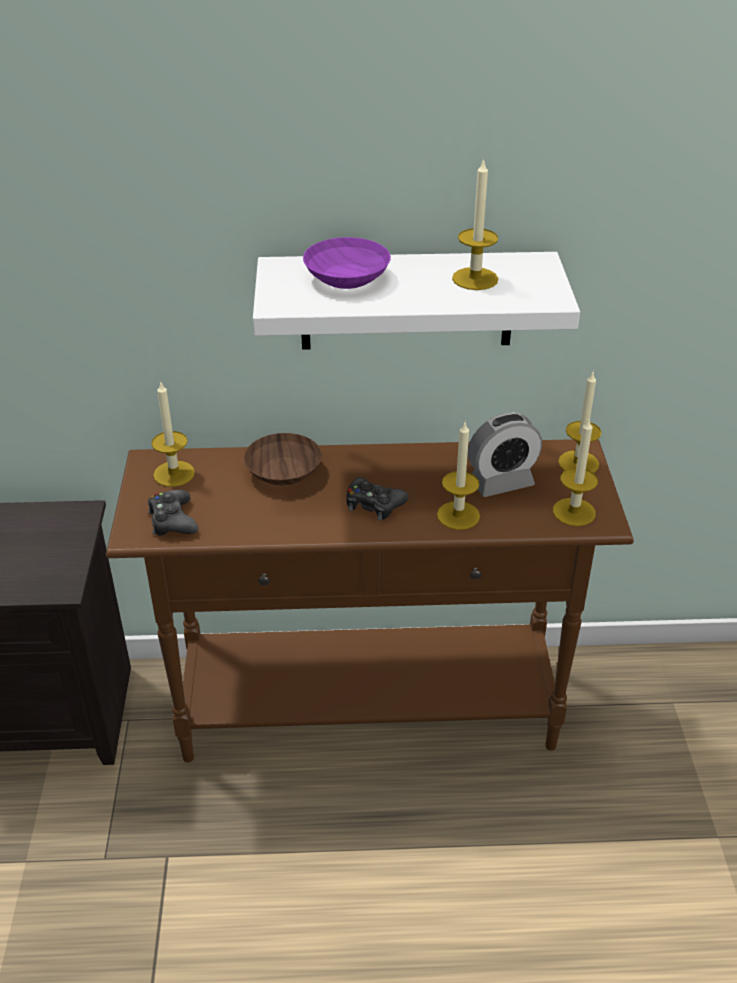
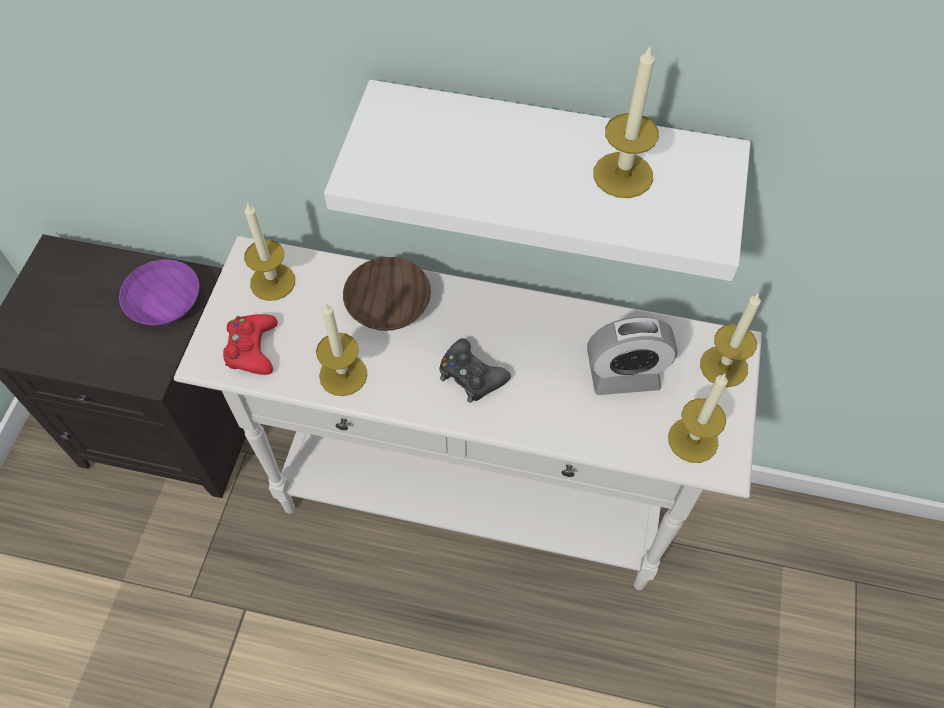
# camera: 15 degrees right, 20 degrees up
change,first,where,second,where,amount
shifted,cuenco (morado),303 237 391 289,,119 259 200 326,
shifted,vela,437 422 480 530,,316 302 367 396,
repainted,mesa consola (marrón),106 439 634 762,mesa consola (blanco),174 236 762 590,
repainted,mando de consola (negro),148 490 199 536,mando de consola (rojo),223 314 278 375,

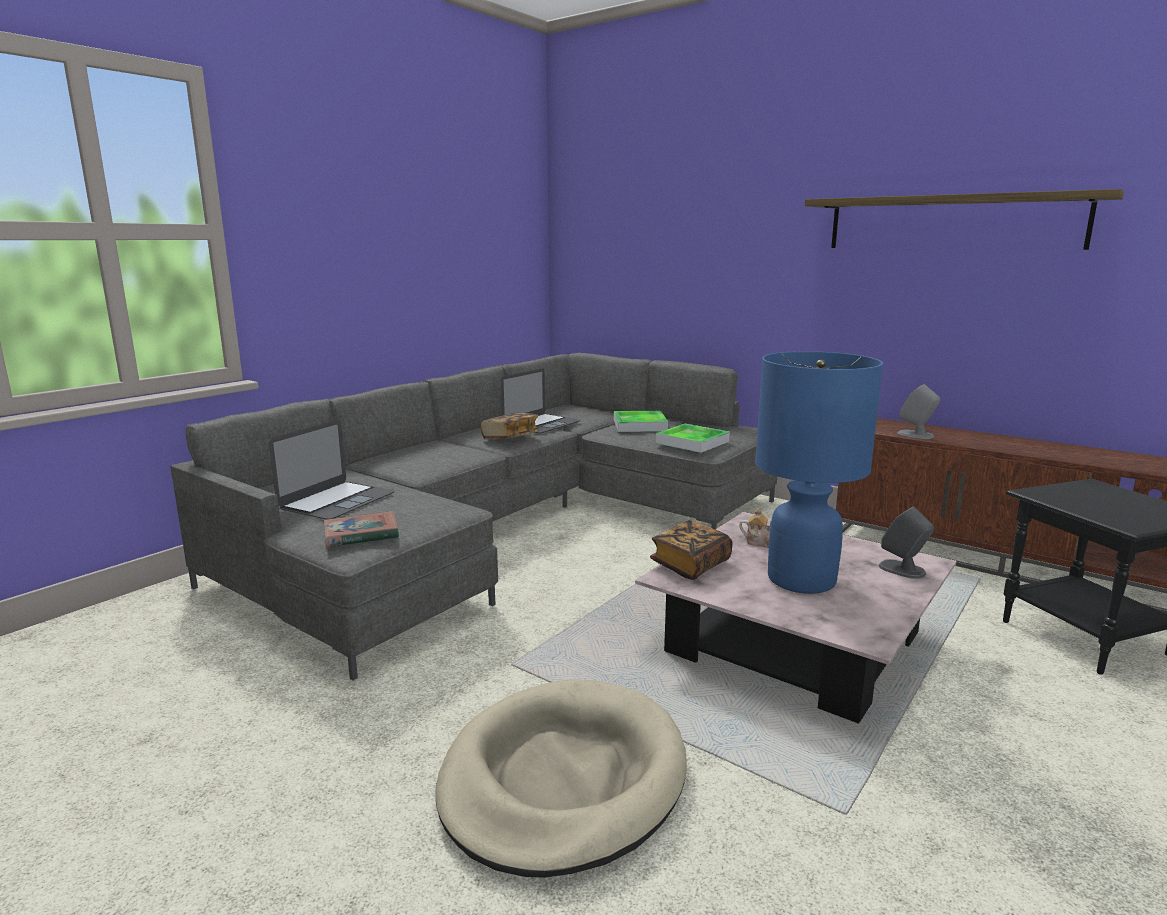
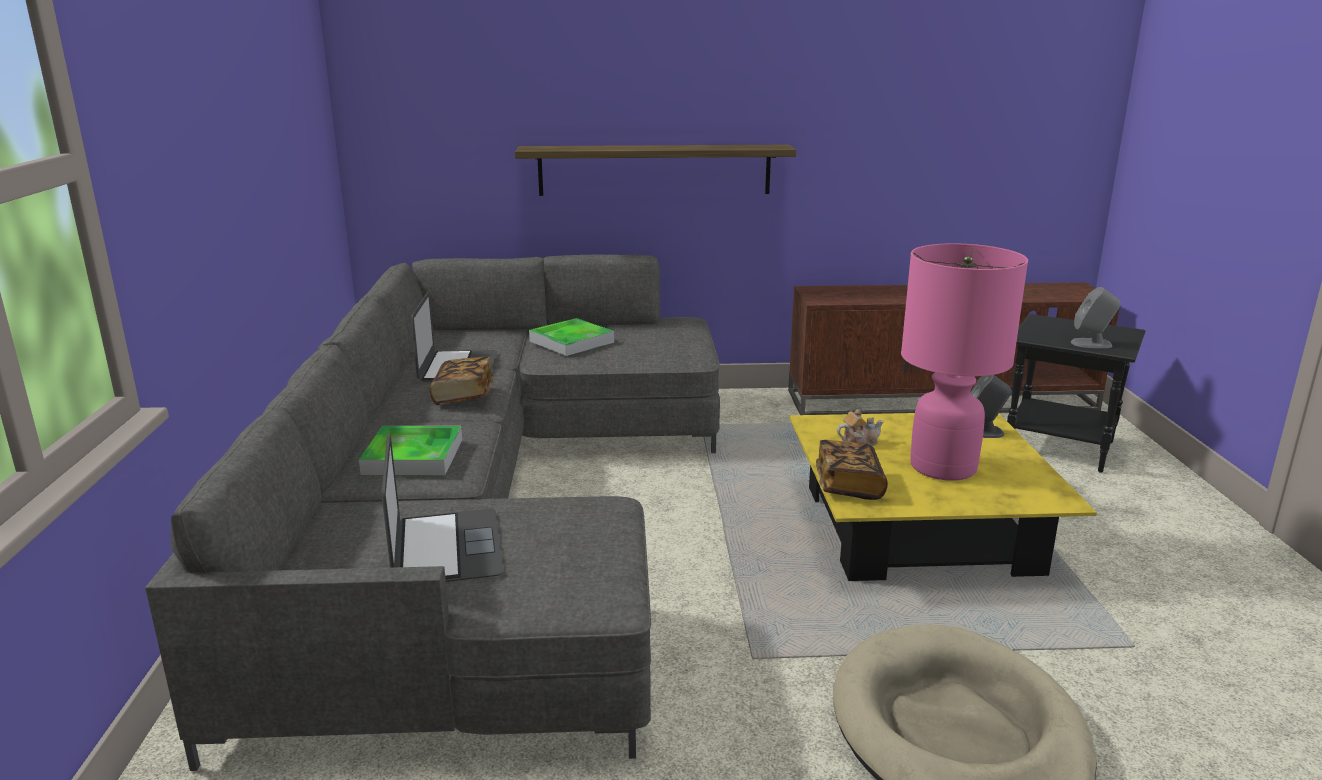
# camera: 40 degrees left, 5 degrees up
change,first,where,second,where,amount
shifted,estante,805 189 1124 250,,515 145 796 196,
repainted,lámpara de mesa (azul),755 351 883 594,lámpara de mesa (rosa),901 243 1028 481,
shifted,altavoz (gris),897 384 940 439,,1071 287 1121 348,
shifted,bandeja,656 424 730 453,,359 426 462 475,
gone,libro,324 511 399 547,,,
repainted,mesa de centro (rosa),635 512 957 724,mesa de centro (amarillo),790 413 1097 581,

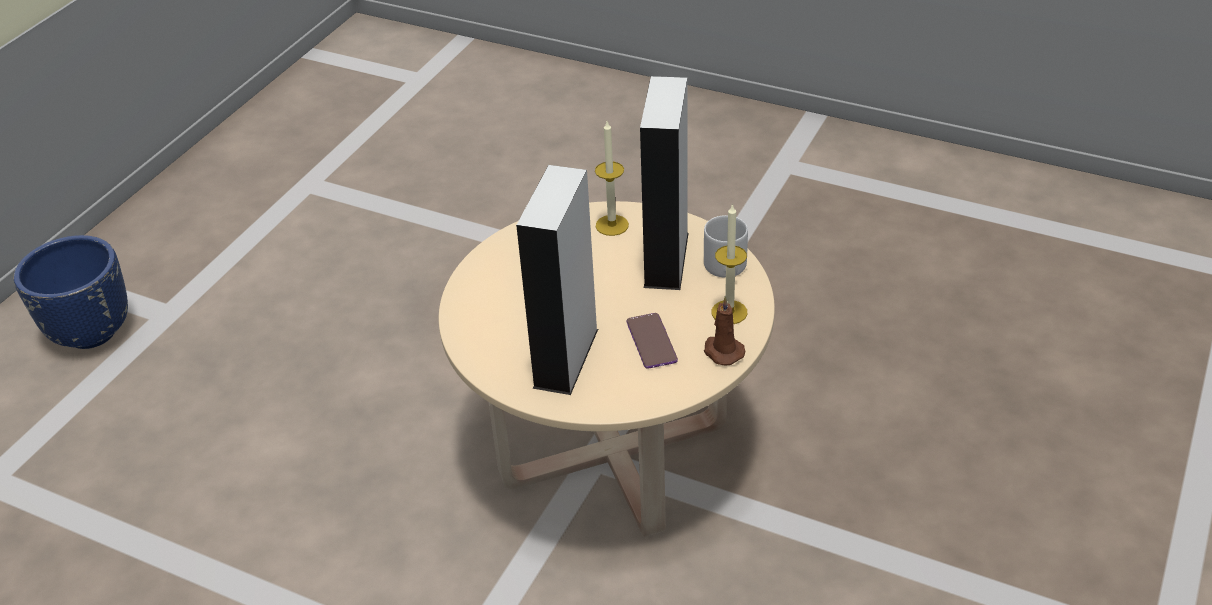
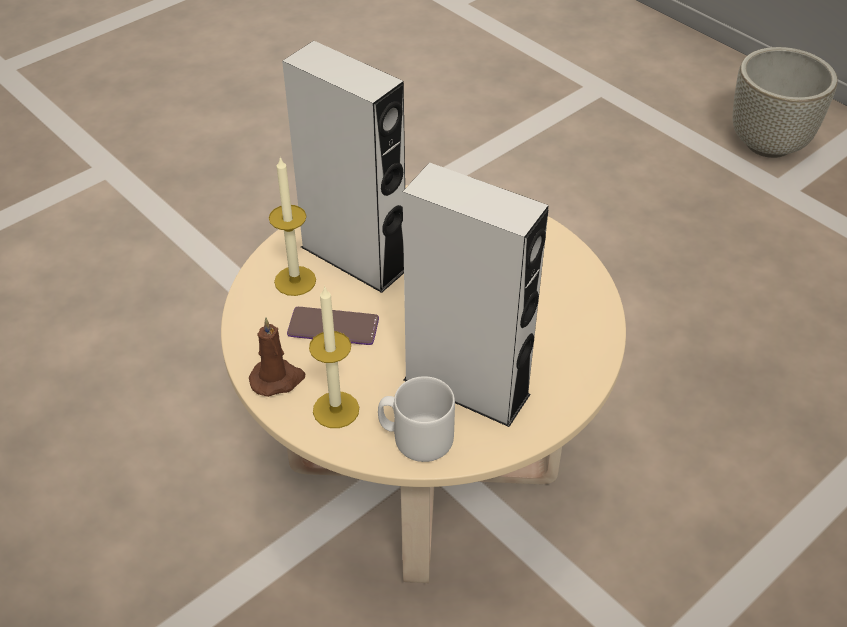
# camera: 110 degrees right, 5 degrees up
change,first,where,second,where,amount
shifted,vela,595 121 629 236,,269 156 316 296,
repainted,maceta (azul),14 235 128 349,maceta (gris),733 47 838 158,

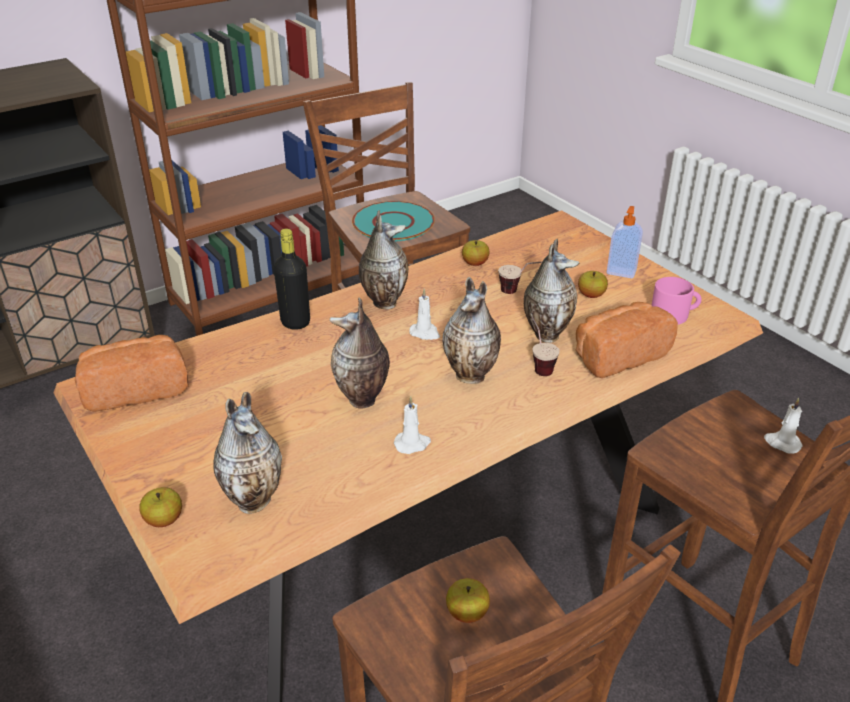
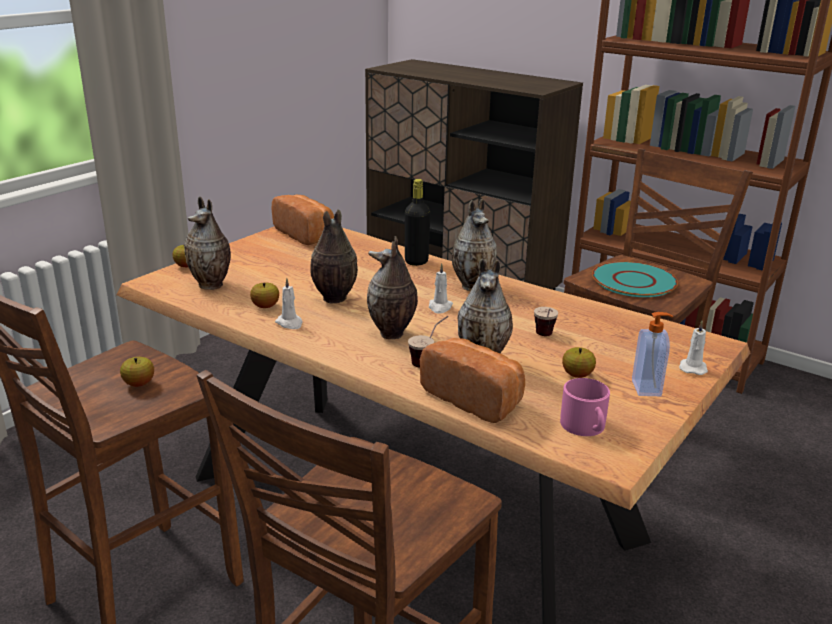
# camera: 70 degrees right, 10 degrees down
change,first,where,second,where,amount
shifted,manzana,462 240 490 266,,250 283 279 308,
shifted,vela (blanco),764 398 803 453,,679 321 708 375,

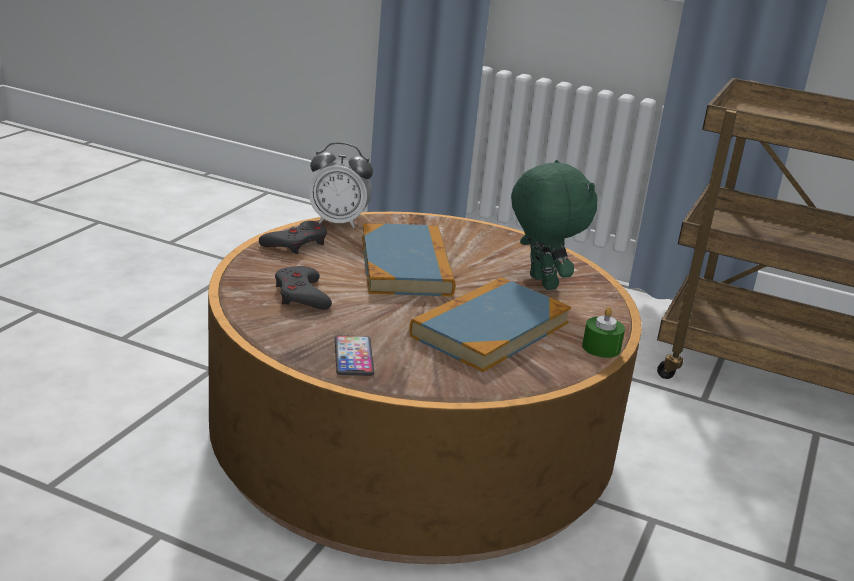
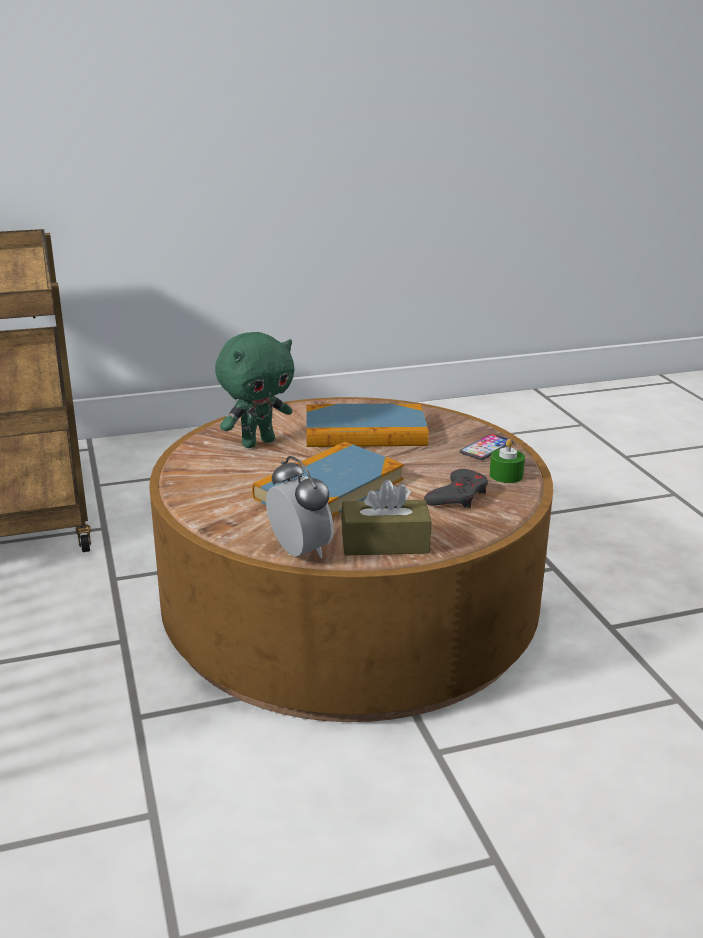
# camera: 130 degrees left, 0 degrees up
change,first,where,second,where,amount
rotated,peluche (verde),511 160 597 290,,215 332 294 448,150 degrees counterclockwise
swapped,mando de consola (gris),259 221 327 254,caja de pañuelos (marrón),341 480 432 555,
shifted,vela (verde),582 307 625 358,,489 439 525 483,

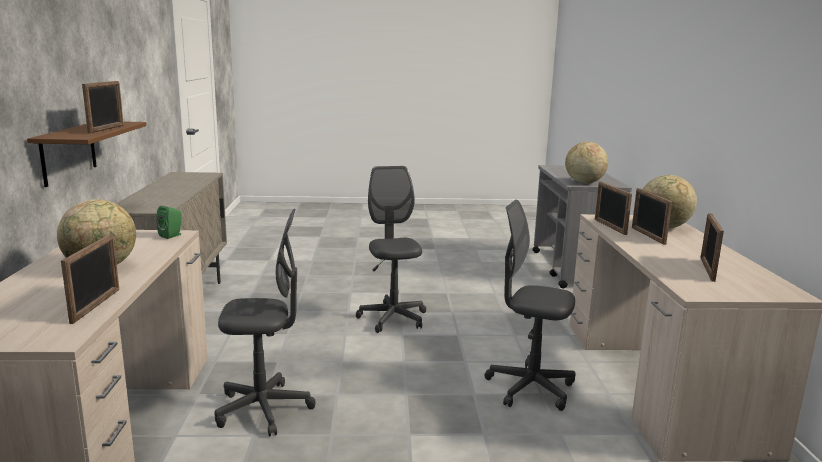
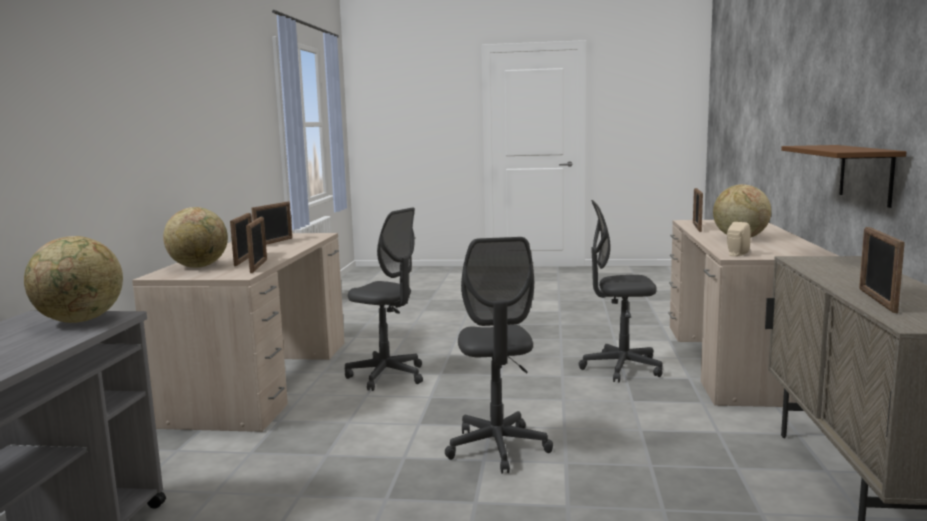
# camera: 170 degrees left, 5 degrees down
change,first,where,second,where,amount
shifted,portarretratos,82 81 124 134,,859 227 905 313,
repainted,altavoz (verde),157 206 182 239,altavoz (beis),727 222 751 257,

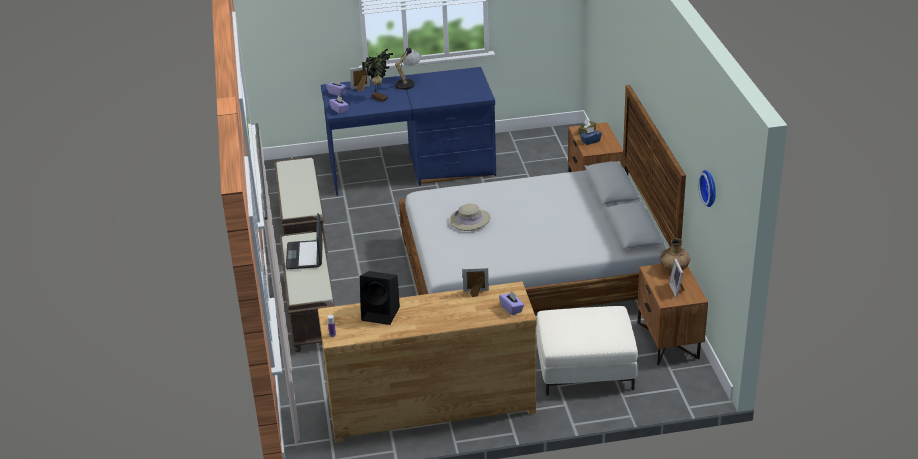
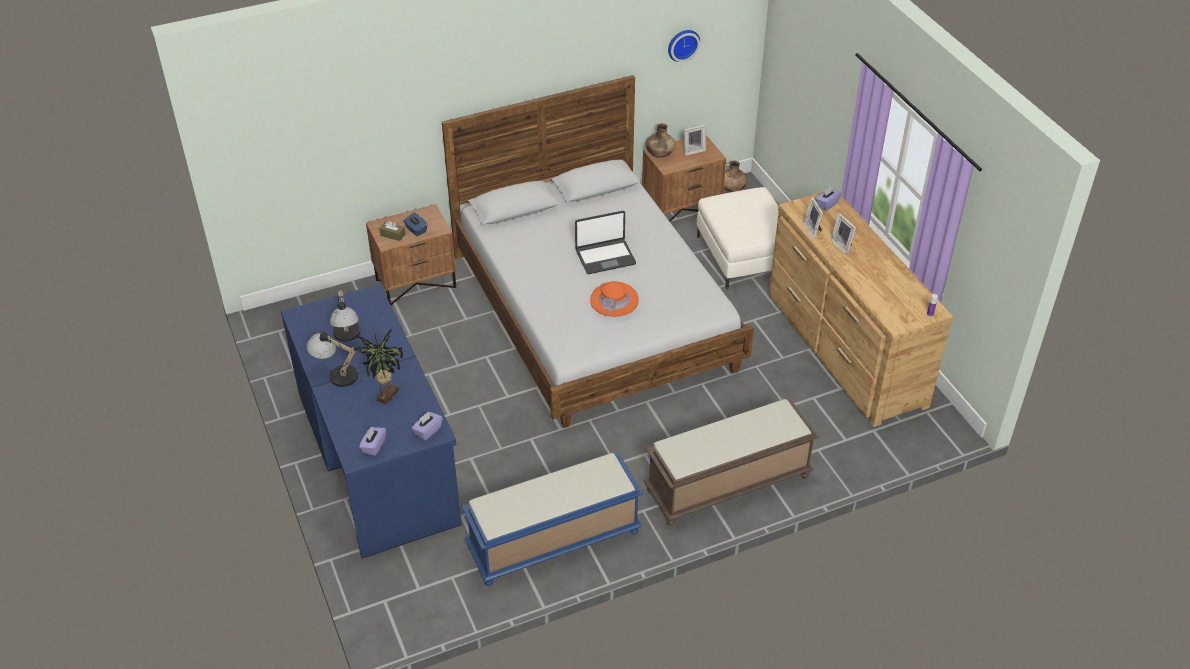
# camera: 105 degrees left, 10 degrees up
change,first,where,second,where,amount
shifted,portarretratos,350 67 370 92,,831 213 856 255,
repainted,banco (marrón),275 158 328 254,banco (azul),461 453 643 586,
repainted,sombrero (beis),449 204 490 231,sombrero (naranja),590 281 639 317,
shifted,portátil,286 213 323 269,,575 211 636 274,
gone,altavoz (negro),360 271 400 325,,,
new,,,florero (marrón),724 161 747 192,
new,,,lámpara de mesa,330 290 361 342,

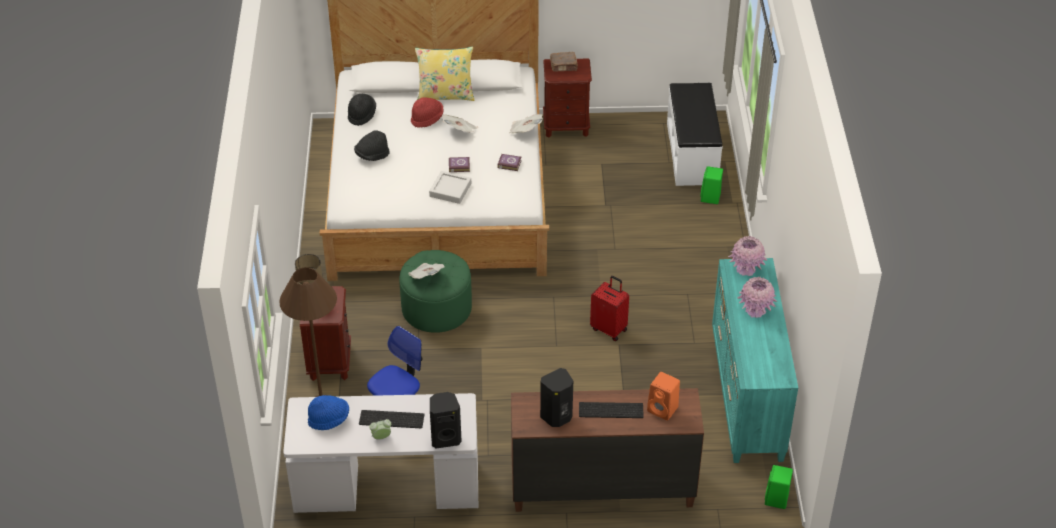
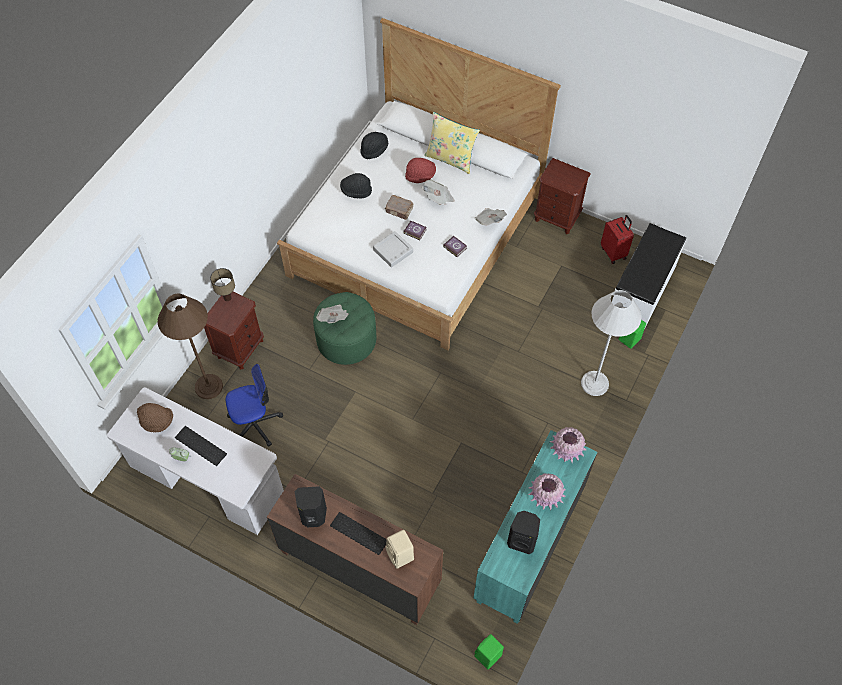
# camera: 30 degrees right, 15 degrees up
change,first,where,second,where,amount
shifted,libro (marrón),550 52 578 71,,385 195 413 220,
shifted,maleta (rojo),590 276 629 341,,601 215 634 264,
repainted,altavoz (naranja),647 372 680 420,altavoz (beis),385 530 414 569,
shifted,altavoz (negro),430 392 462 449,,507 511 540 554,
repainted,sombrero (azul),308 395 349 430,sombrero (marrón),137 403 173 432,
new,,,lámpara de pie (blanco),581 290 641 396,

